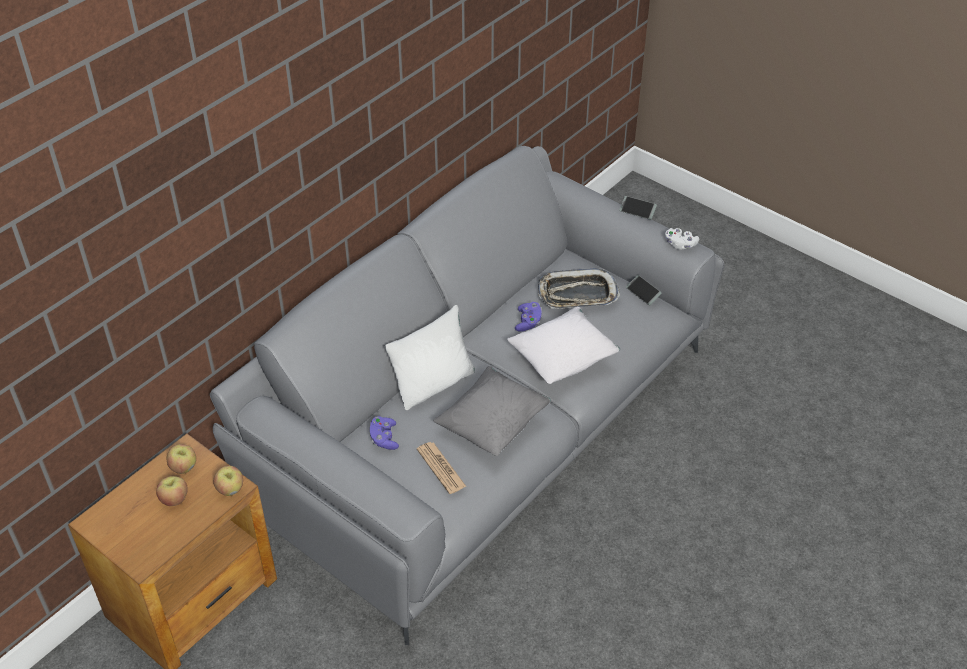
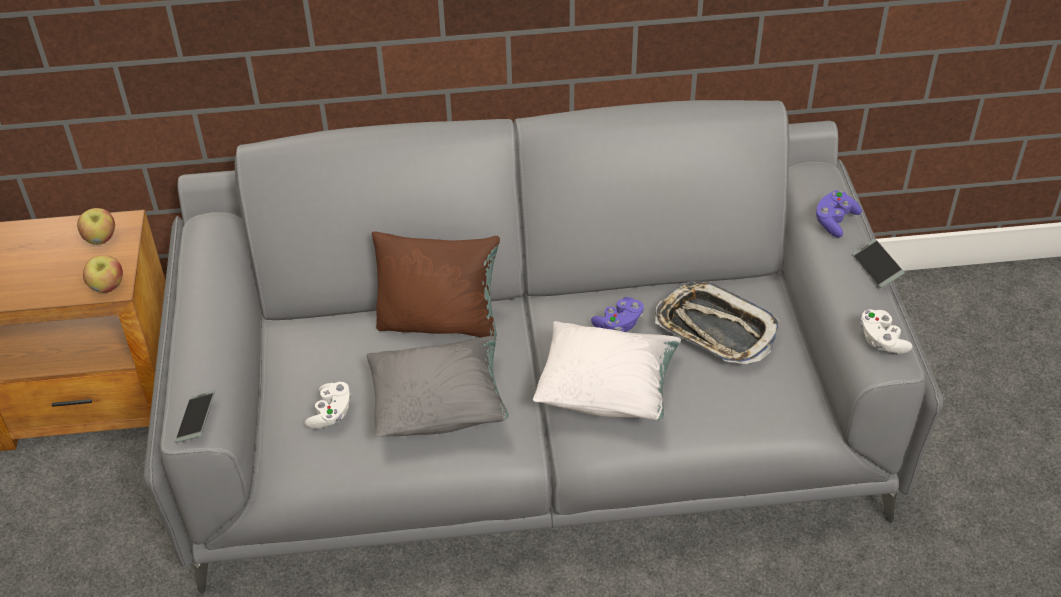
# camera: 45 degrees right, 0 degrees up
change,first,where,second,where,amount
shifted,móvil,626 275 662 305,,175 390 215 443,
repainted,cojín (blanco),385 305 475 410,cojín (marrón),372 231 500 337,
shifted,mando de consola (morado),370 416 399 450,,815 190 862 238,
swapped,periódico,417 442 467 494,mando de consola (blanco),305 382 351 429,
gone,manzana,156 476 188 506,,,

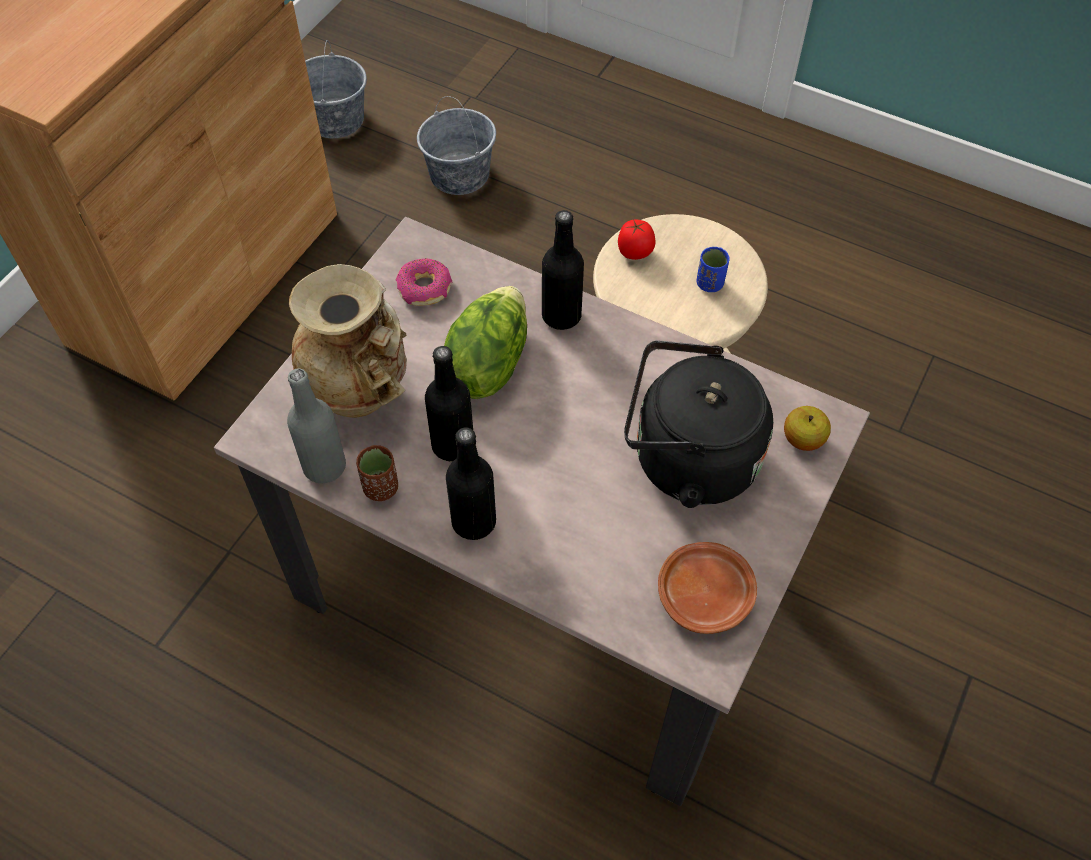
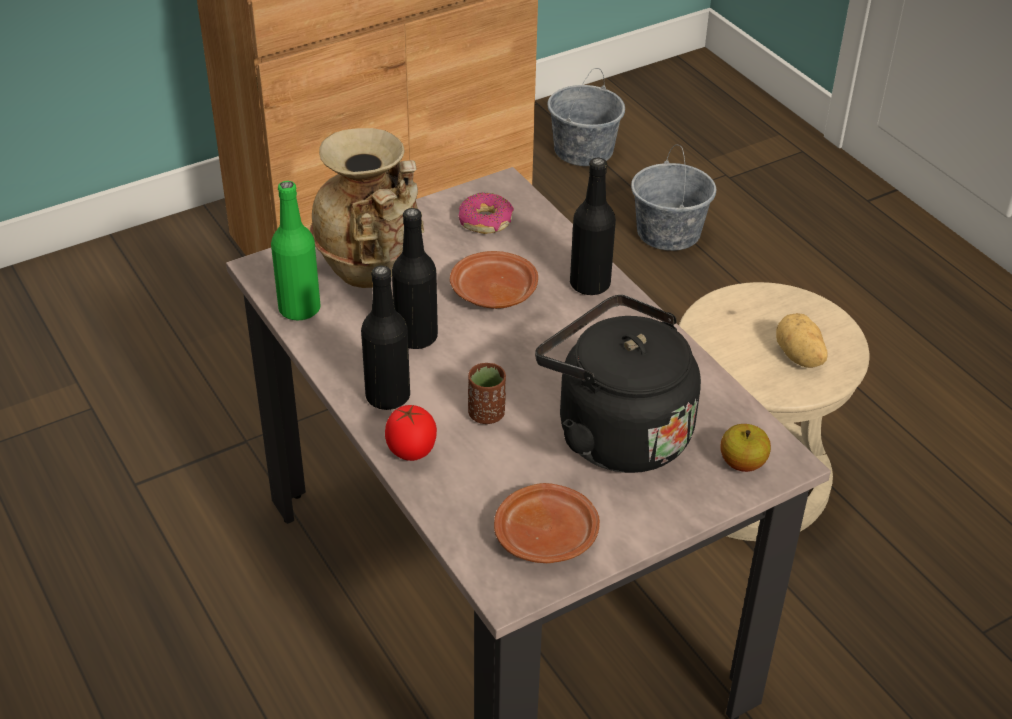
# camera: 30 degrees right, 15 degrees down
change,first,where,second,where,amount
shifted,tomate,618 219 656 260,,385 404 437 461,
swapped,taza (azul),697 247 730 292,patata,776 313 828 368,
swapped,lechuga,444 286 527 399,plato (marrón),450 251 538 309,
repainted,botella (gris),287 369 346 483,botella (verde),271 181 321 321,
shifted,taza (marrón),356 445 398 501,,468 363 506 424,

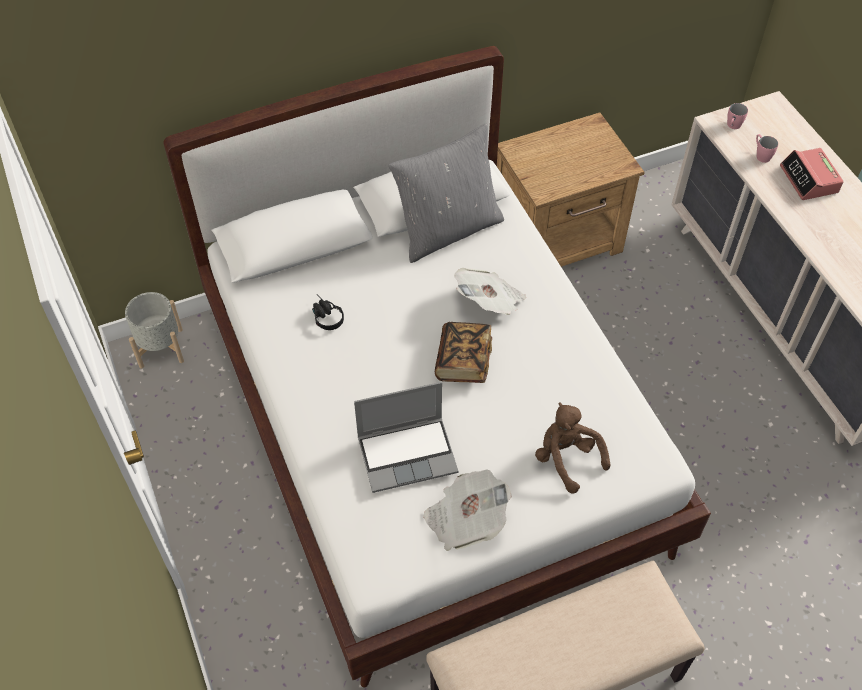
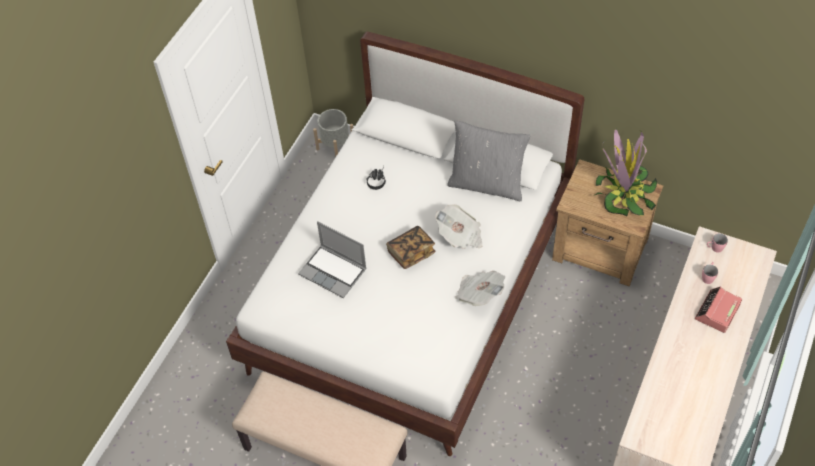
# camera: 50 degrees right, 0 degrees up
change,first,where,second,where,amount
gone,peluche (marrón),535 402 611 494,,,
shifted,periódico,423 469 512 551,,455 271 505 306,
new,,,planta en maceta,595 128 657 216,

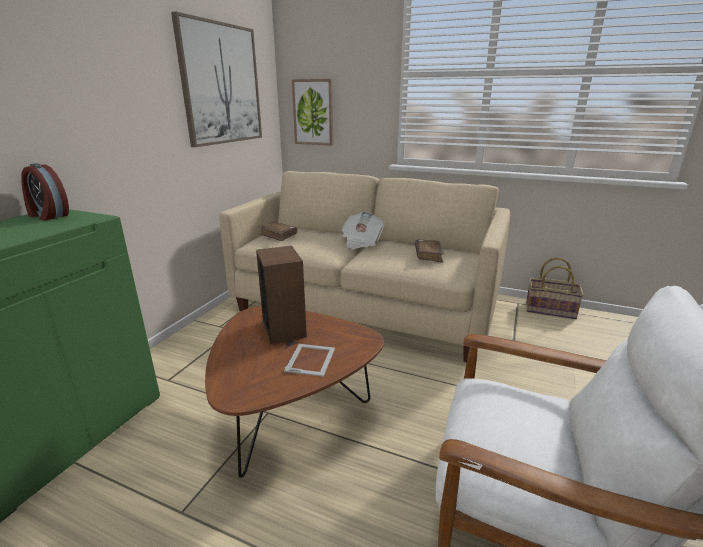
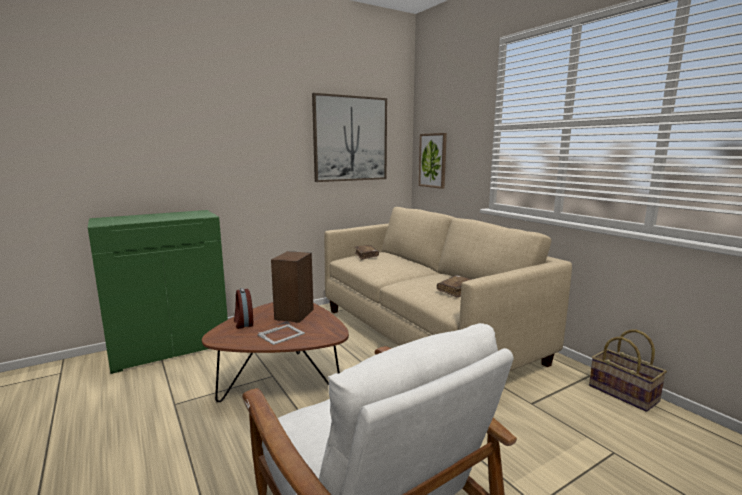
# camera: 35 degrees right, 10 degrees down
change,first,where,second,where,amount
shifted,despertador,21 163 69 220,,234 288 253 329,
gone,periódico,341 211 385 249,,,

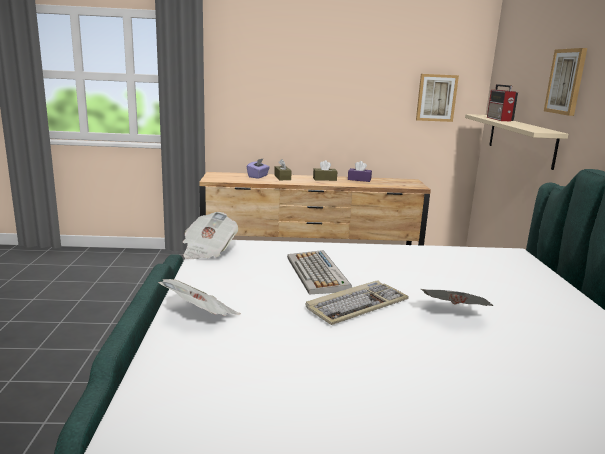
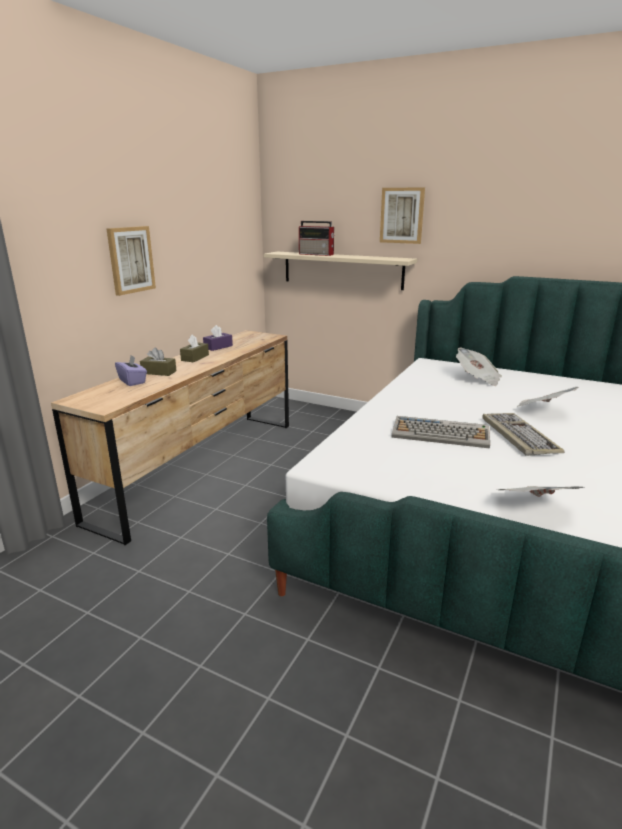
# camera: 60 degrees left, 5 degrees up
change,first,where,second,where,amount
shifted,cuadro,416 74 459 122,,107 226 156 296,
shifted,periódico,183 212 238 259,,456 348 502 386,

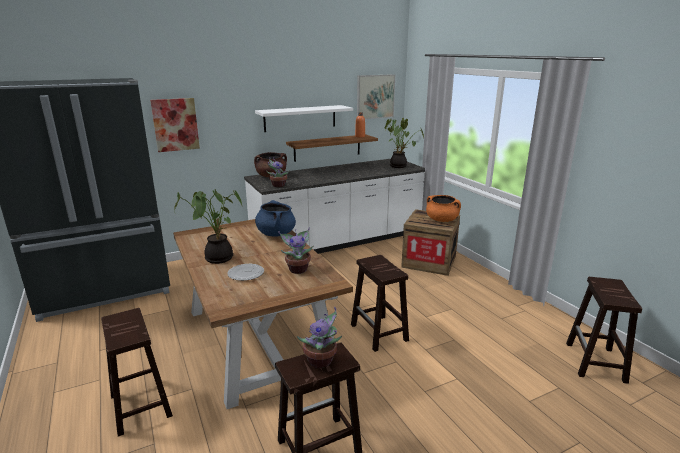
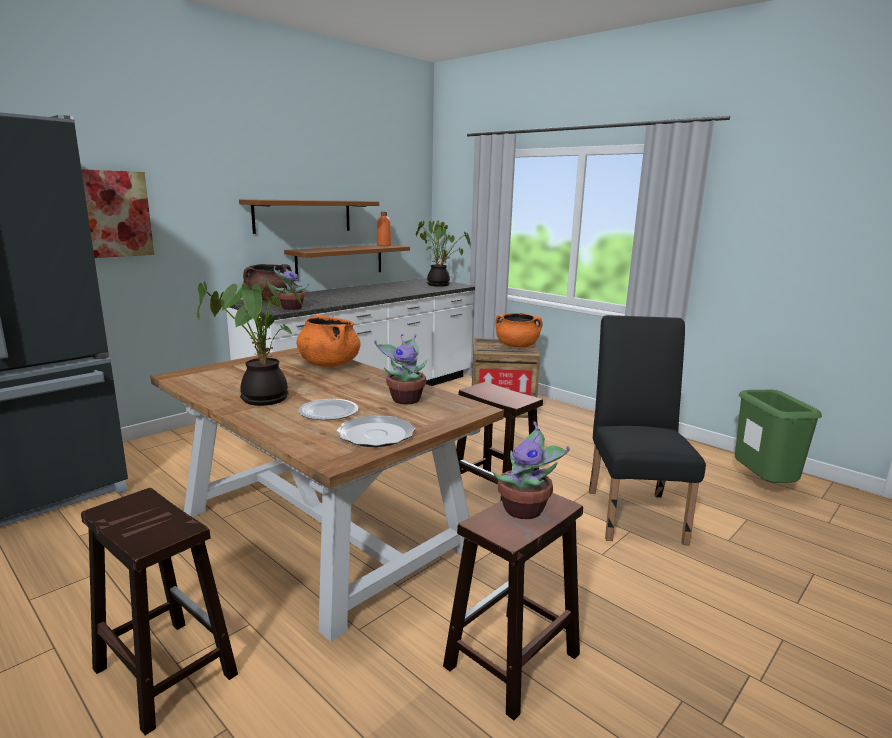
# camera: 20 degrees left, 5 degrees down
change,first,where,second,where,amount
gone,cuadro,357 74 395 119,,,
repainted,estante (blanco),255 105 353 132,estante (marrón),239 199 379 234,
repainted,olla (azul),255 200 296 237,olla (naranja),297 314 361 367,
swapped,taburete (marrón),566 277 642 384,papelera (verde),735 390 822 483,
new,,,silla (negro),589 315 706 546,
new,,,plato,336 415 415 447,

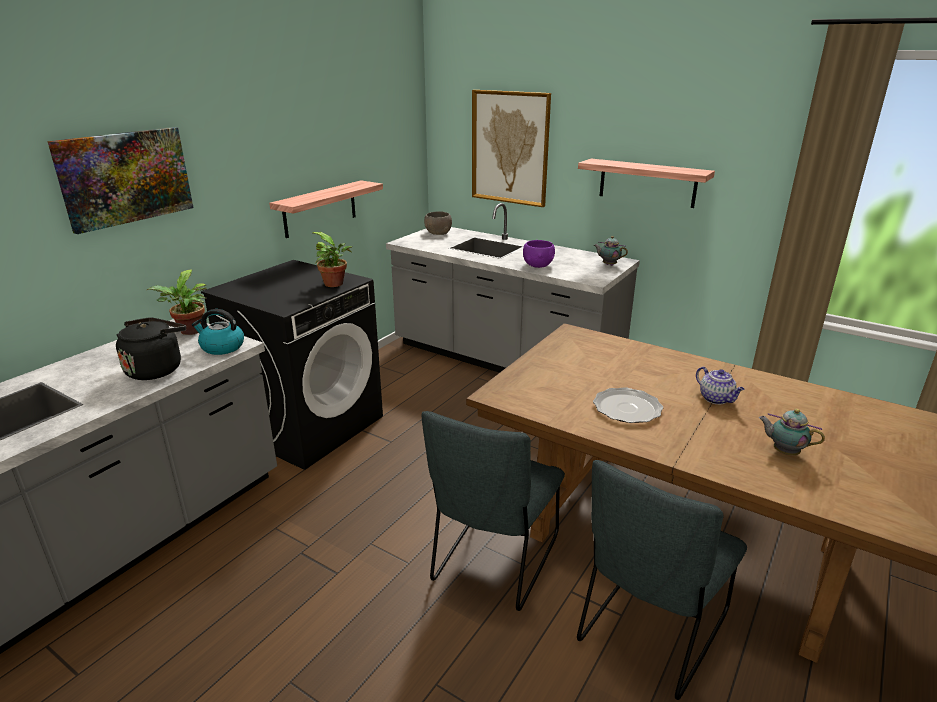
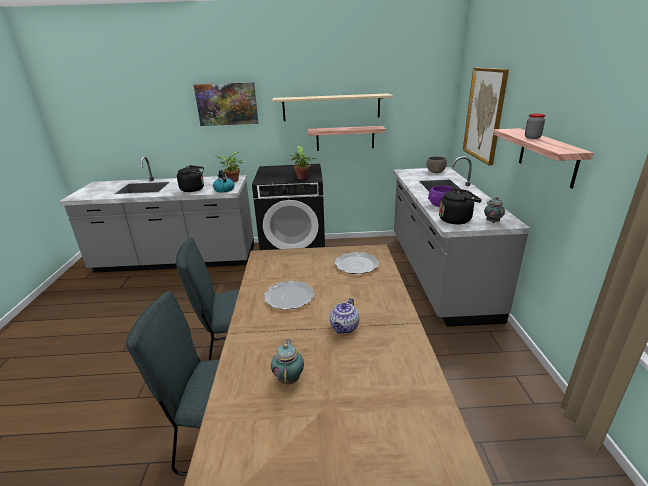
# camera: 55 degrees right, 0 degrees up
change,first,where,second,where,amount
new,,,estante (beis),272 93 393 121,
new,,,tarro,525 114 546 139,
new,,,hervidor (negro),439 188 482 224,
new,,,plato,335 252 379 274,

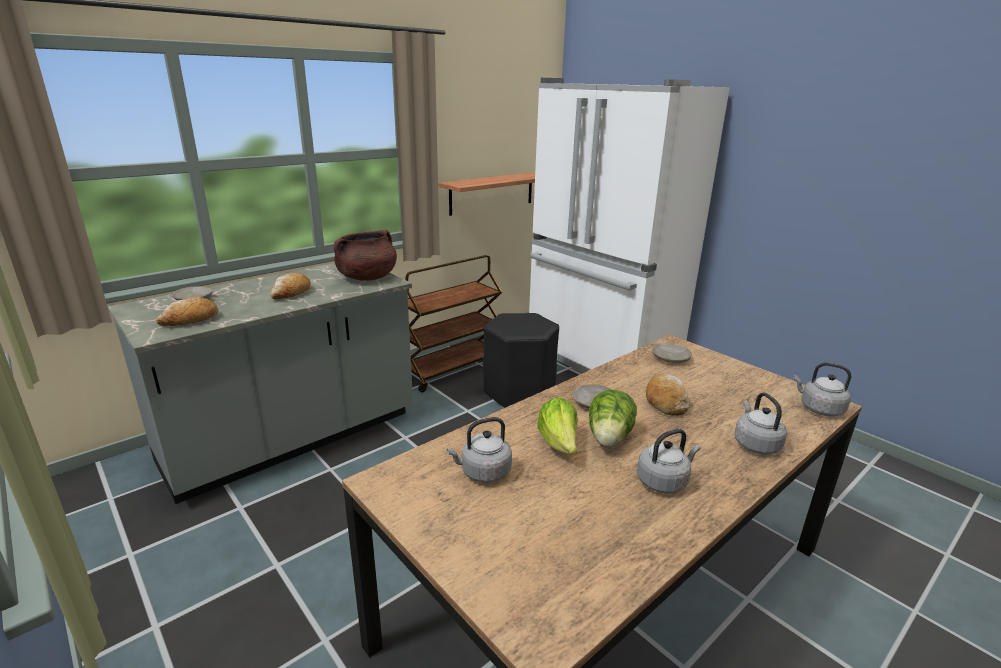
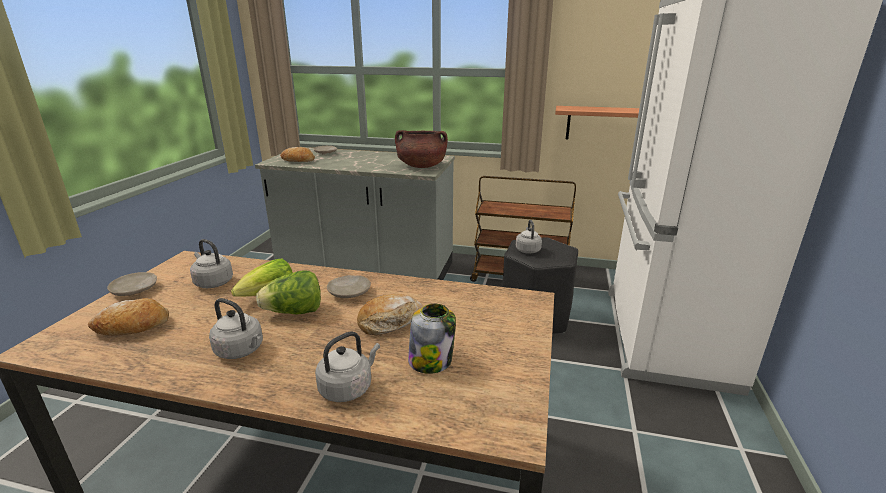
# camera: 55 degrees right, 0 degrees up
change,first,where,second,where,amount
shifted,pan,270 273 311 299,,88 298 169 335,
shifted,plato (beis),652 343 692 363,,107 272 157 296,
shifted,hervidor (gris),794 362 851 417,,516 220 542 254,
new,,,tarro,408 304 456 374,

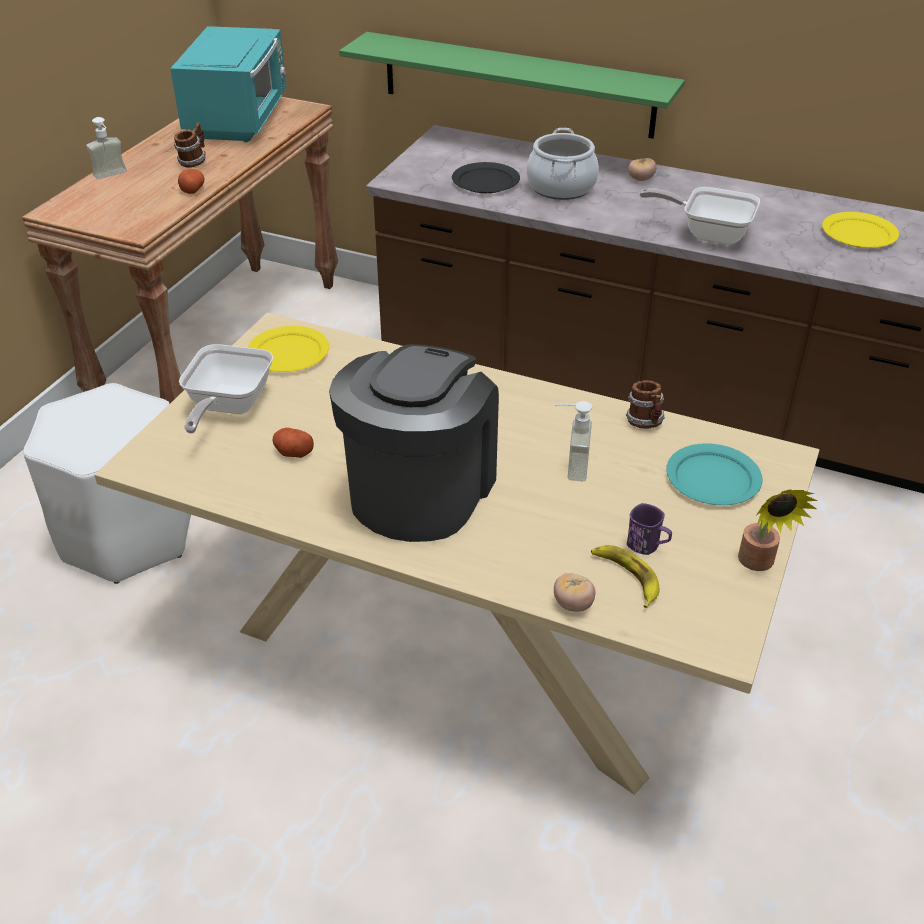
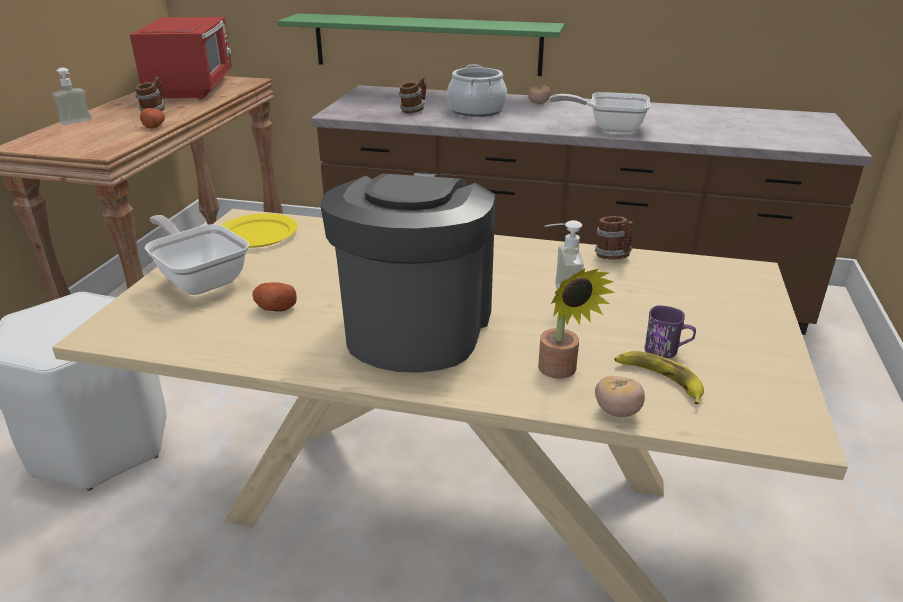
# camera: 10 degrees left, 10 degrees down
change,first,where,second,where,amount
repainted,microondas (turquesa),170 26 286 142,microondas (rojo),130 17 232 100,
swapped,plato (negro),452 162 520 193,taza grande,399 77 426 113,
gone,plato (amarillo),822 212 899 248,,,
rotated,sartén,179 344 273 434,,145 215 249 295,135 degrees clockwise
gone,plato (turquesa),666 443 762 505,,,
shifted,planta en maceta,738 489 817 571,,538 269 615 379,

